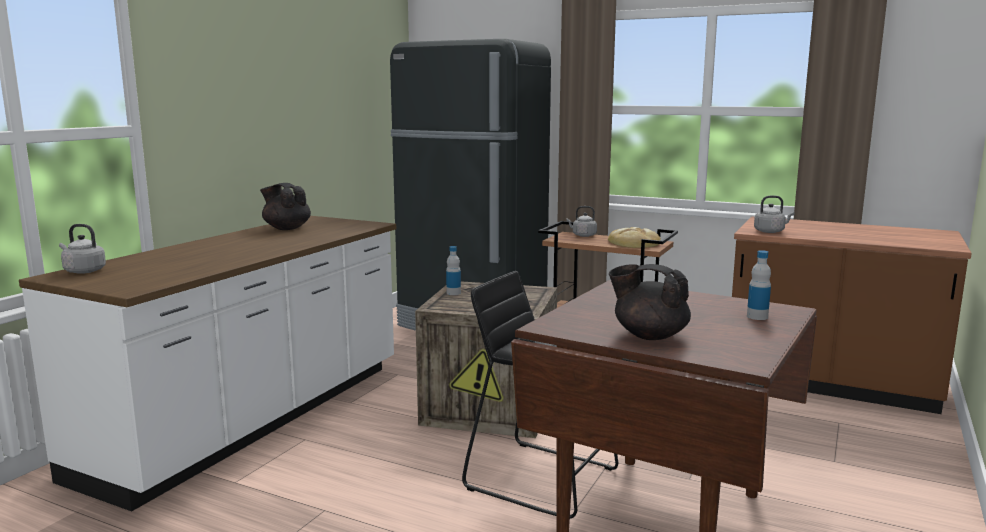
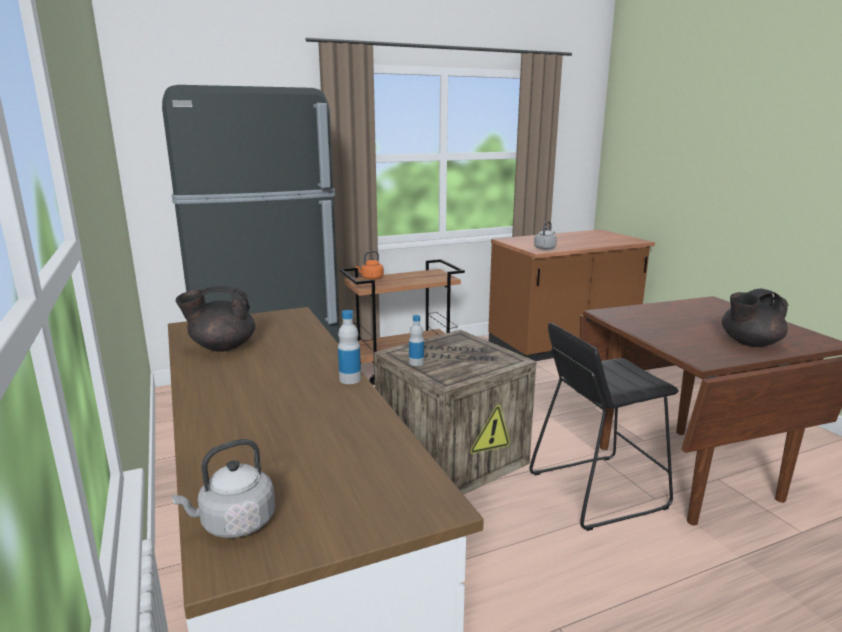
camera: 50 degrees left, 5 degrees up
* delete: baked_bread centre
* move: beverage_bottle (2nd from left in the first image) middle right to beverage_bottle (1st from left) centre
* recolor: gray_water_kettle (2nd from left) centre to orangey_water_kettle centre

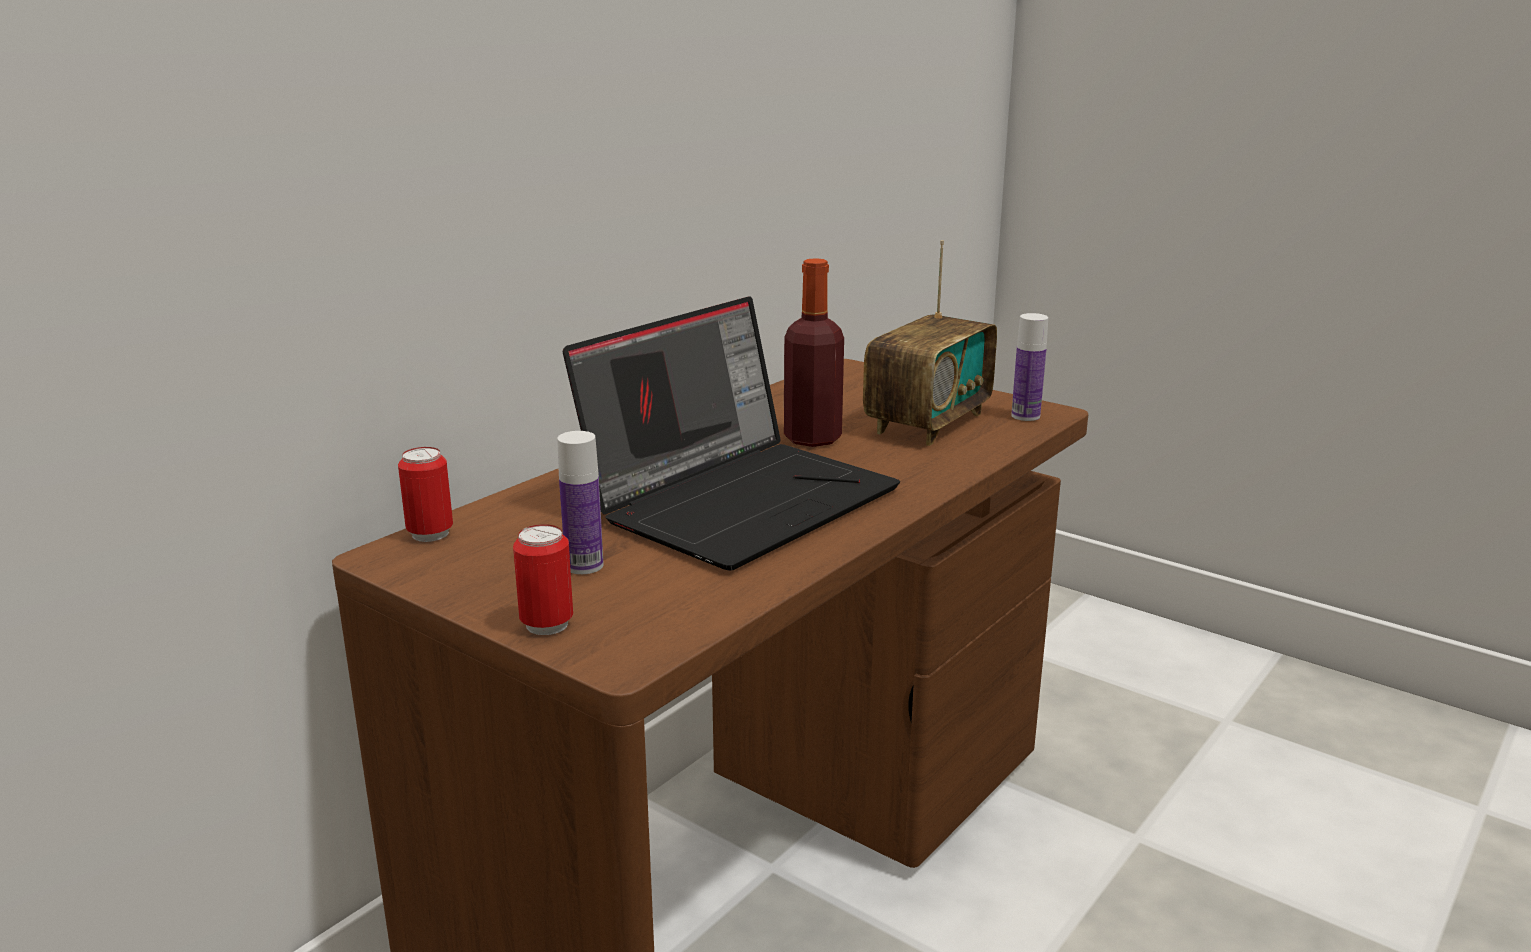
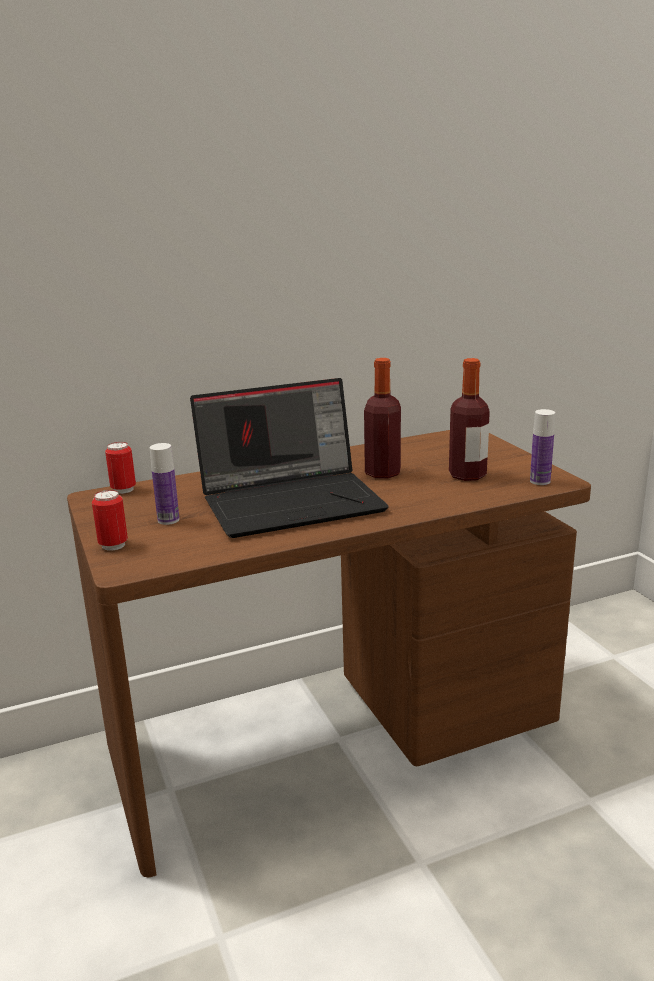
camera: 30 degrees right, 0 degrees up
* replace: radio centre to beverage_bottle (3rd from left) middle right

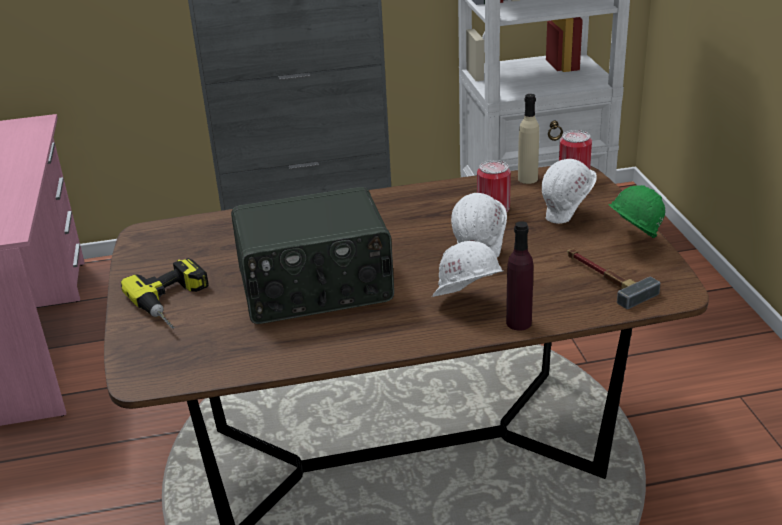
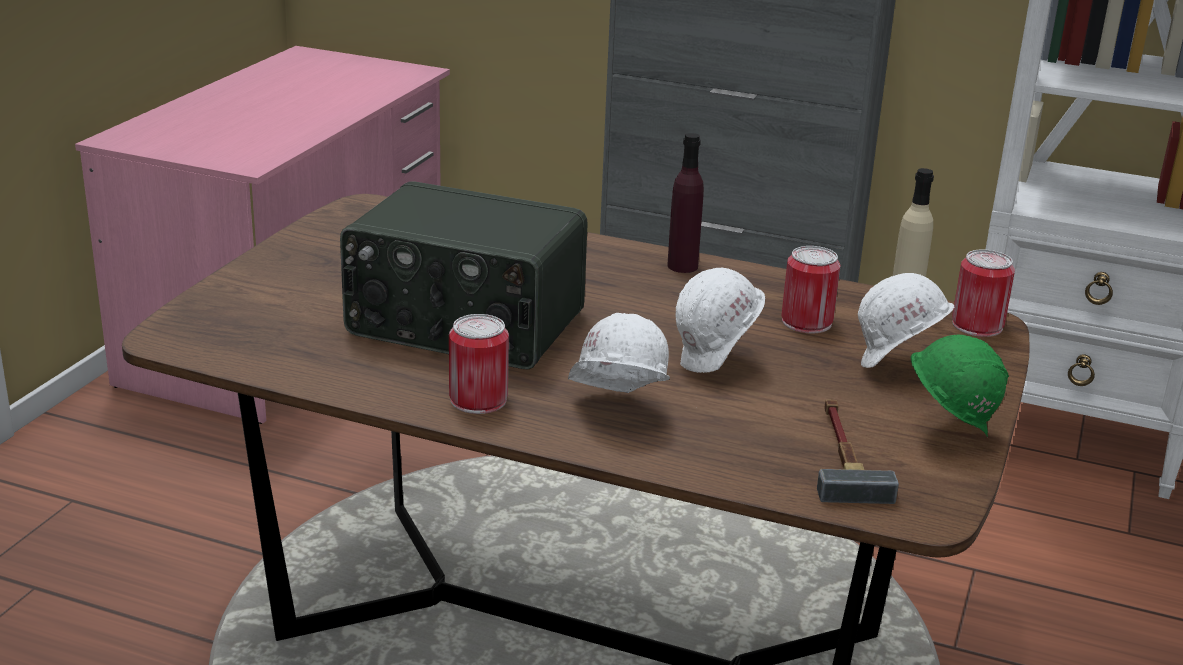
camera: 30 degrees right, 5 degrees down
* delete: drill middle left
* insert: metal_can (1st from left) centre
* move: purple_beverage_bottle centre to top centre

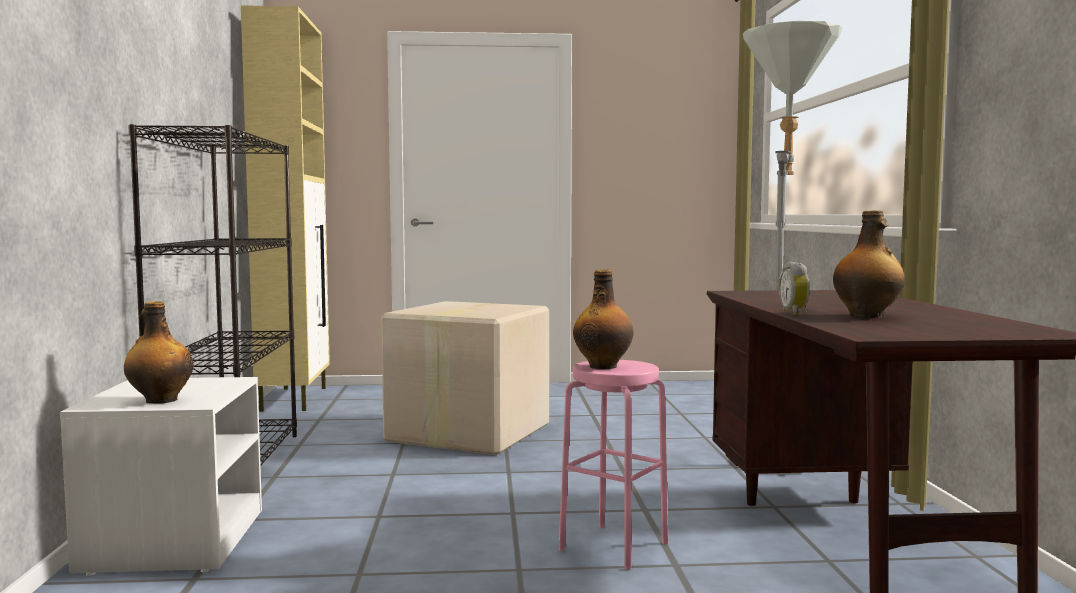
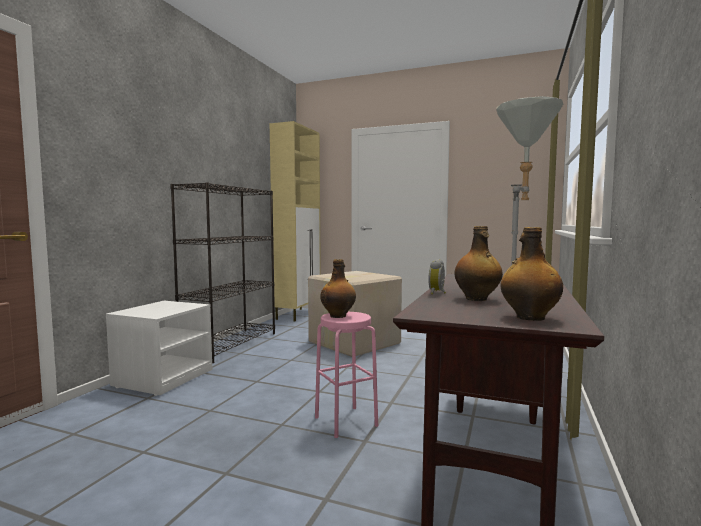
camera: 25 degrees right, 0 degrees up
* move: beverage_bottle (1st from left in the first image) middle left to beverage_bottle (3rd from left) middle right

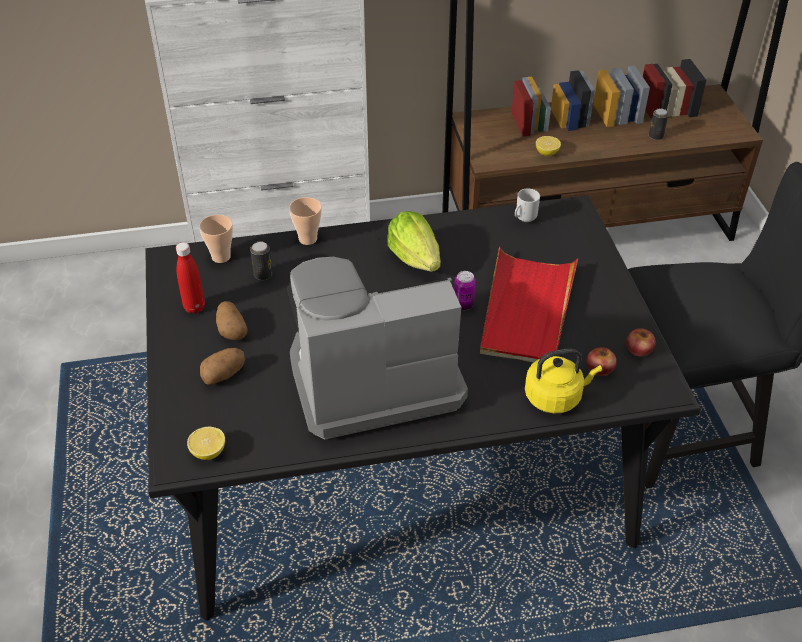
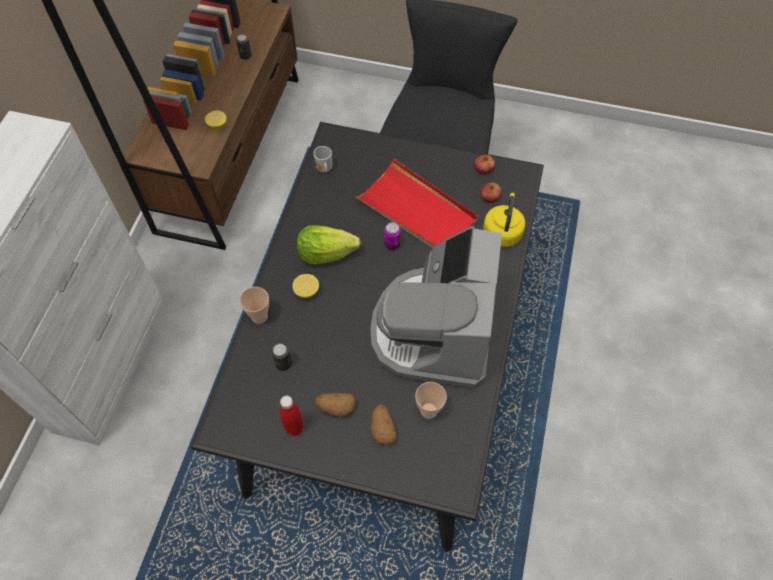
camera: 65 degrees left, 15 degrees up
* move: citrus_fruit (1st from left in the first image) bottom left to citrus_fruit (2nd from left) centre
* move: drinking_cup (1st from left in the first image) middle left to drinking_cup (2nd from left) bottom centre

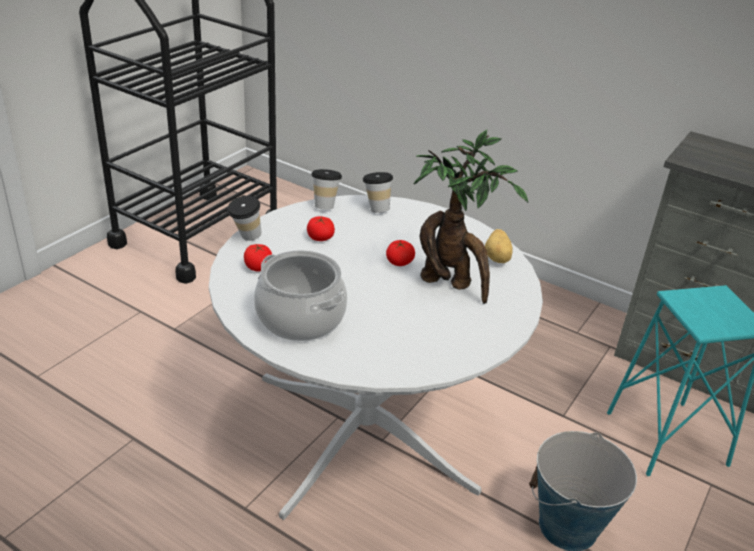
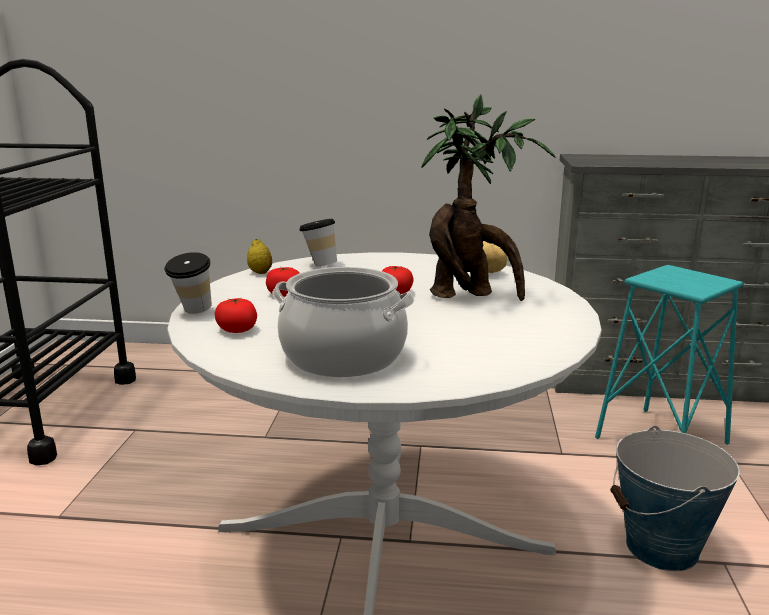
camera: 25 degrees left, 15 degrees down
* replace: drinking_cup (2nd from left) centre to citrus_fruit centre

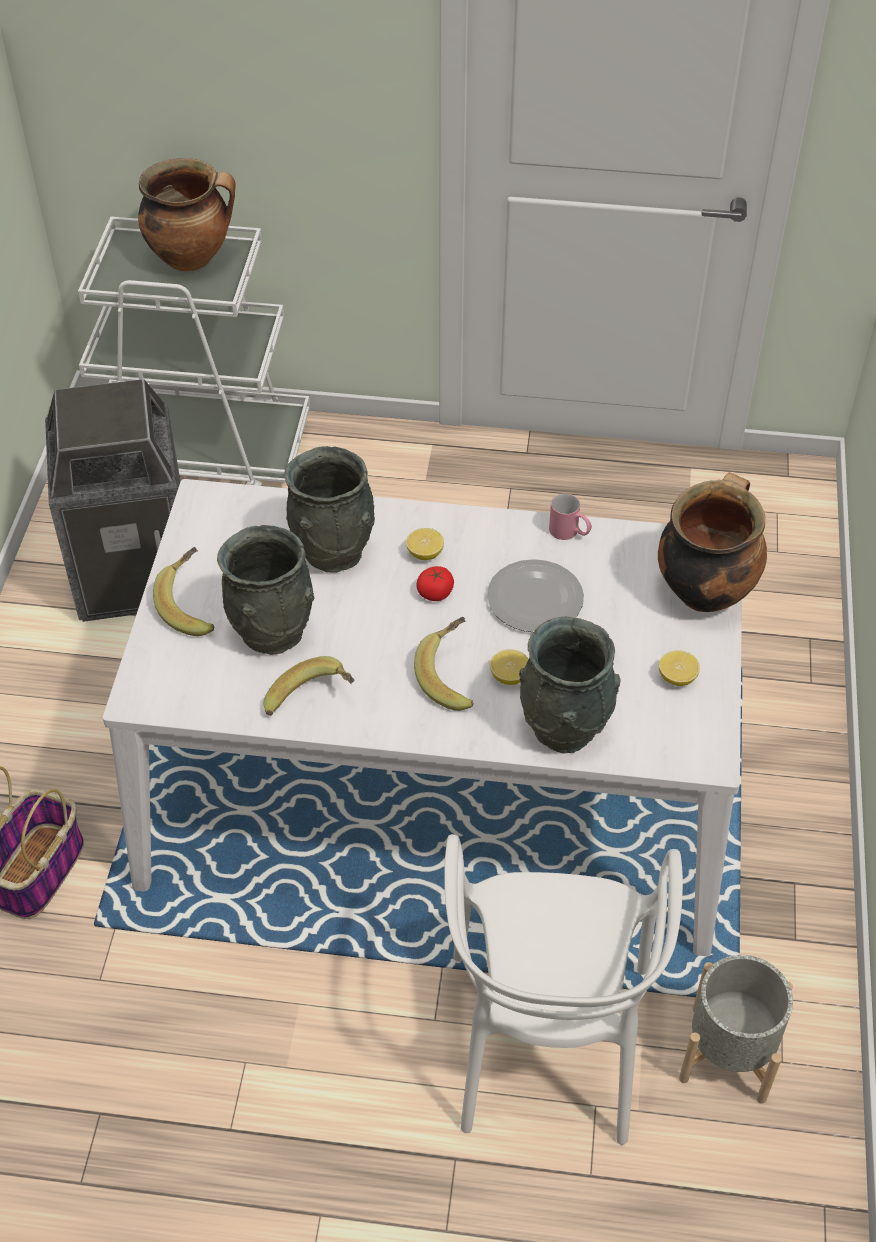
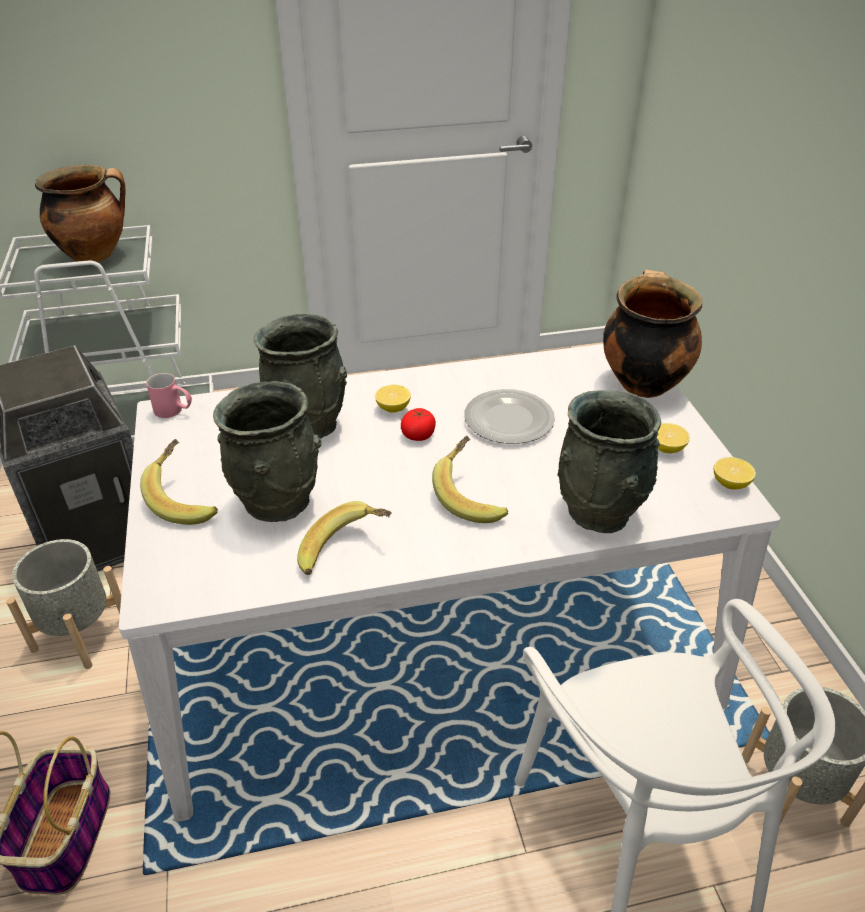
camera: 20 degrees left, 10 degrees down
* insert: gray_flower_pot (1st from left) middle left
* move: citrus_fruit (2nd from left in the first image) centre to citrus_fruit (3rd from left) middle right
* move: pink-coloured_tea_mug centre to middle left

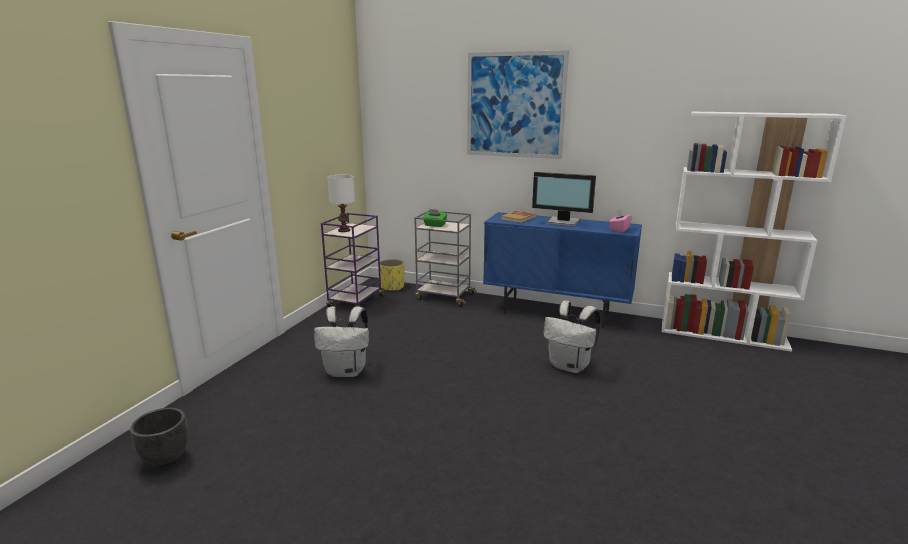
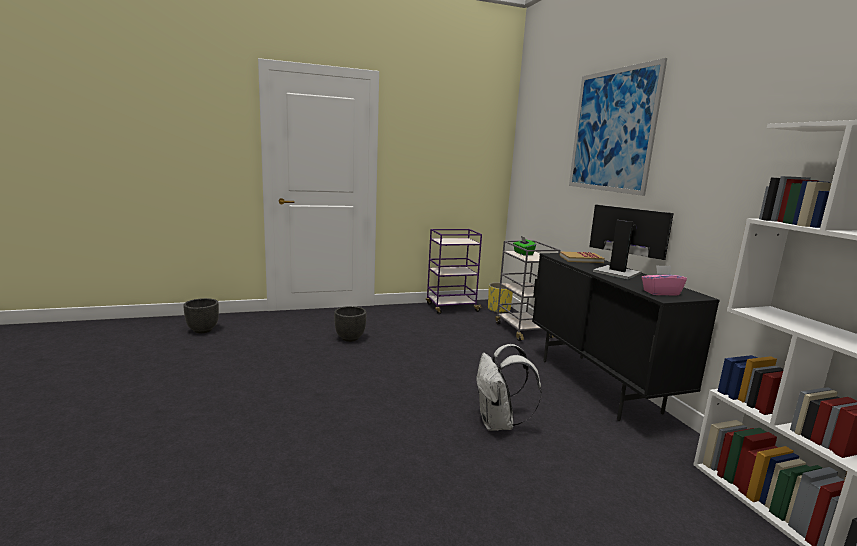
camera: 50 degrees right, 5 degrees down
* delete: white_table_lamp centre
* replace: white_backpack (1st from left) centre to black_flower_pot (2nd from left) centre
* recolor: blue-coloured_cabinet centre to black_cabinet middle right
* rotate: computer_display centre = middle right 150 degrees clockwise

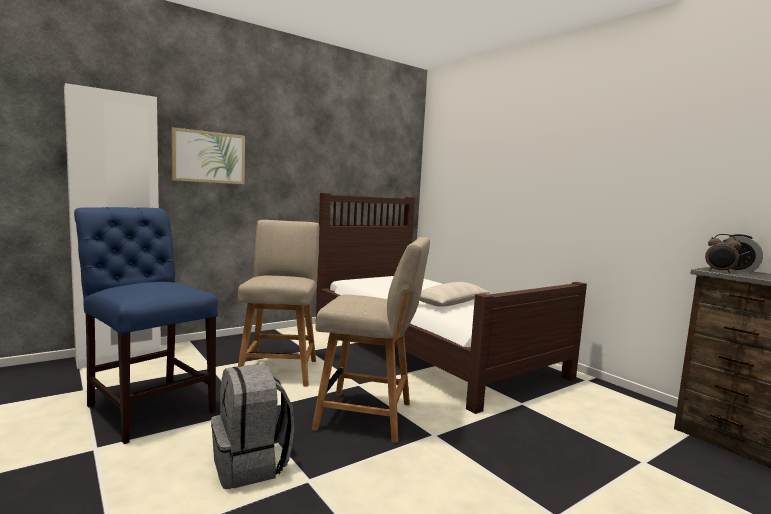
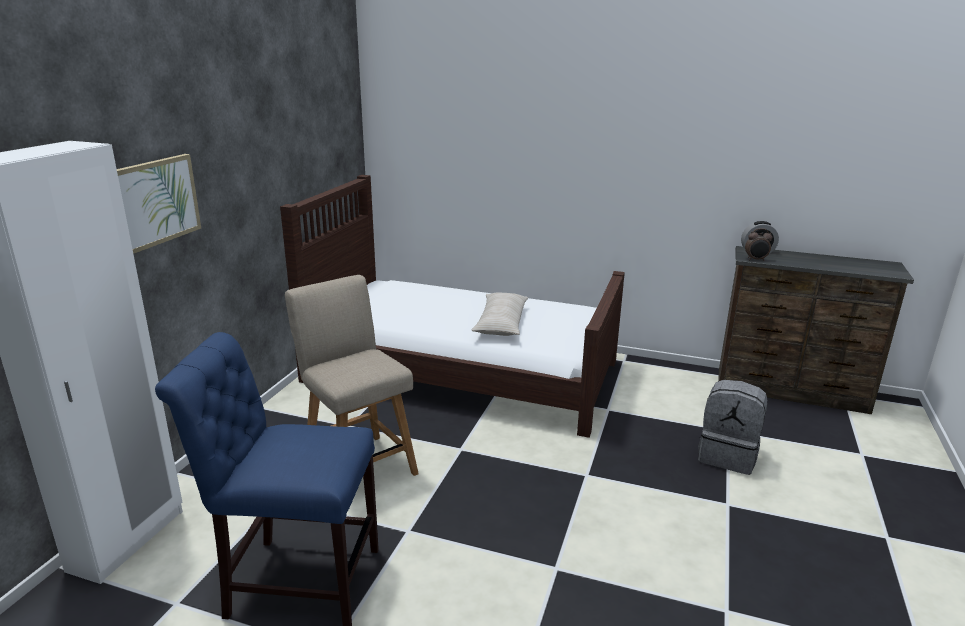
camera: 35 degrees left, 15 degrees up
* delete: beige_chair (2nd from left) centre
* move: gray_backpack bottom left to bottom right

